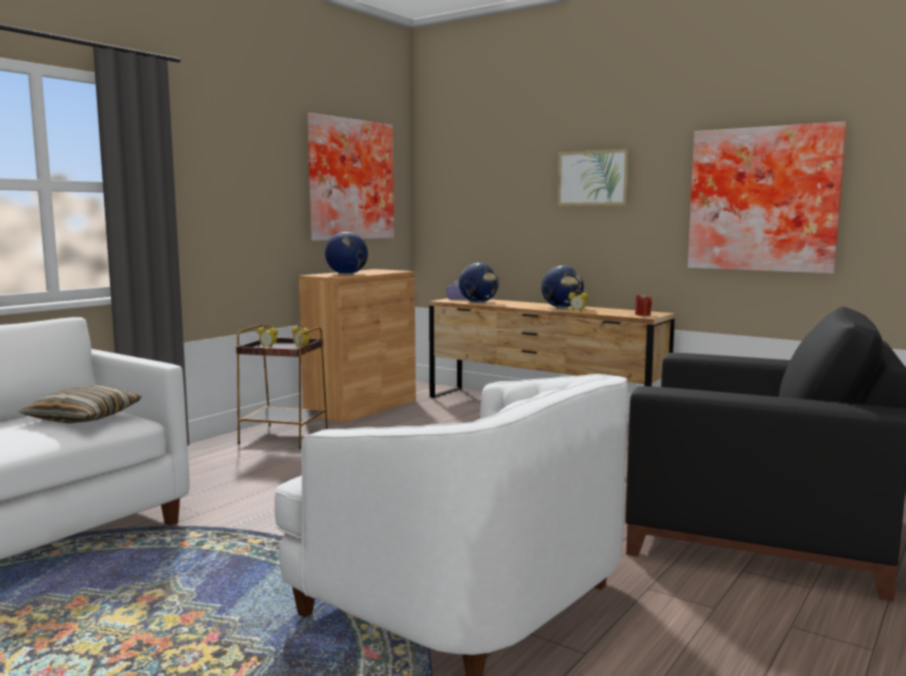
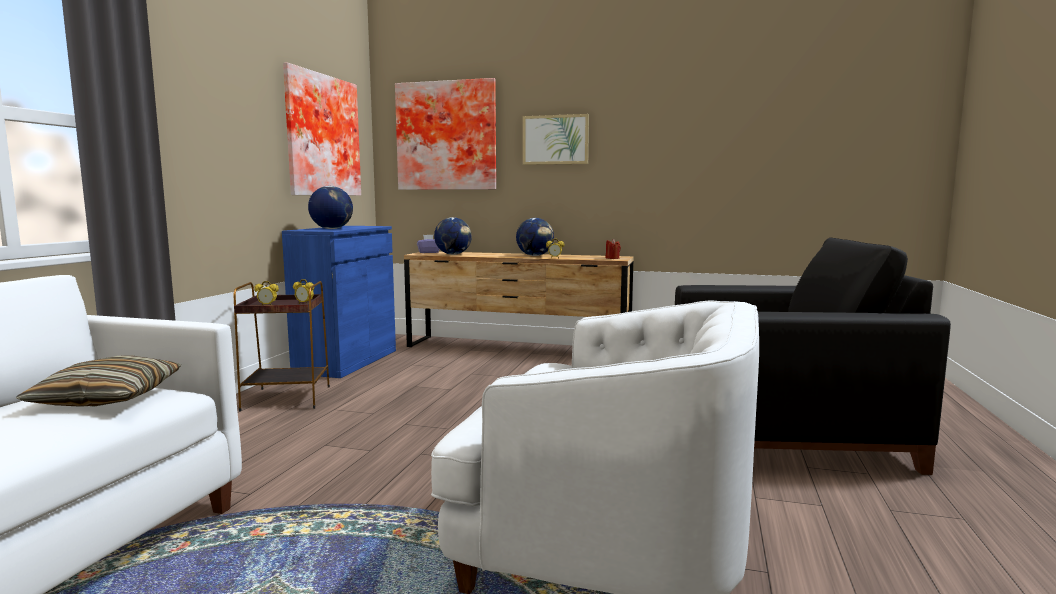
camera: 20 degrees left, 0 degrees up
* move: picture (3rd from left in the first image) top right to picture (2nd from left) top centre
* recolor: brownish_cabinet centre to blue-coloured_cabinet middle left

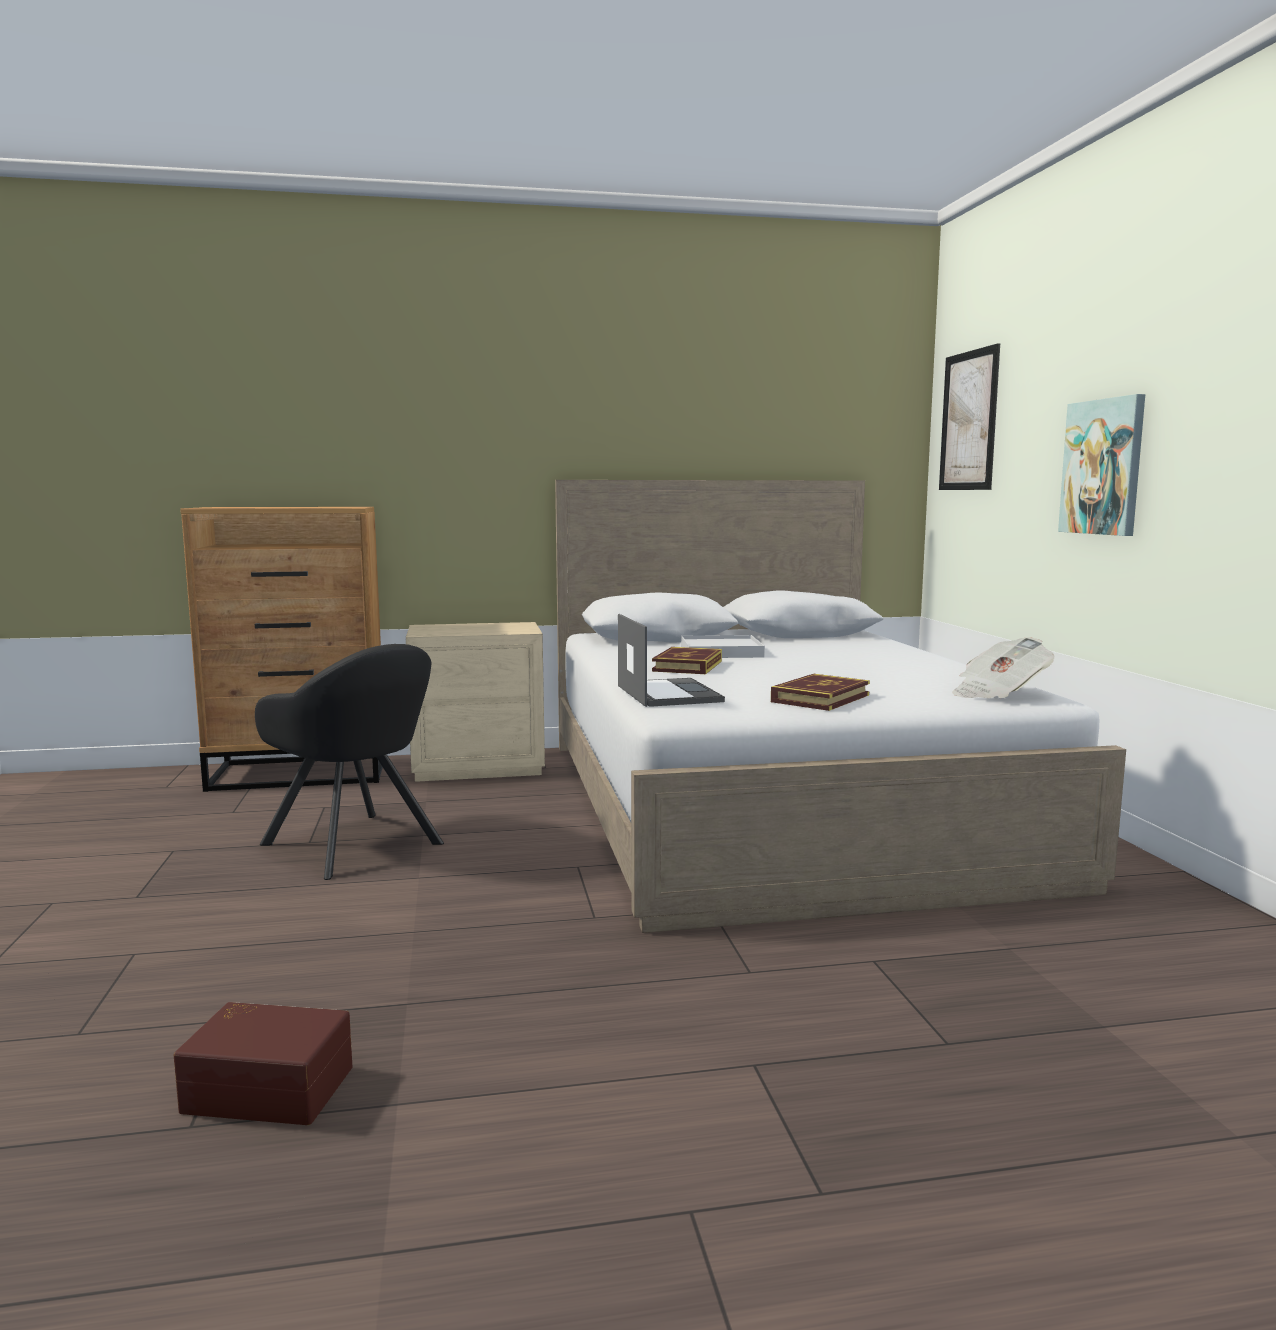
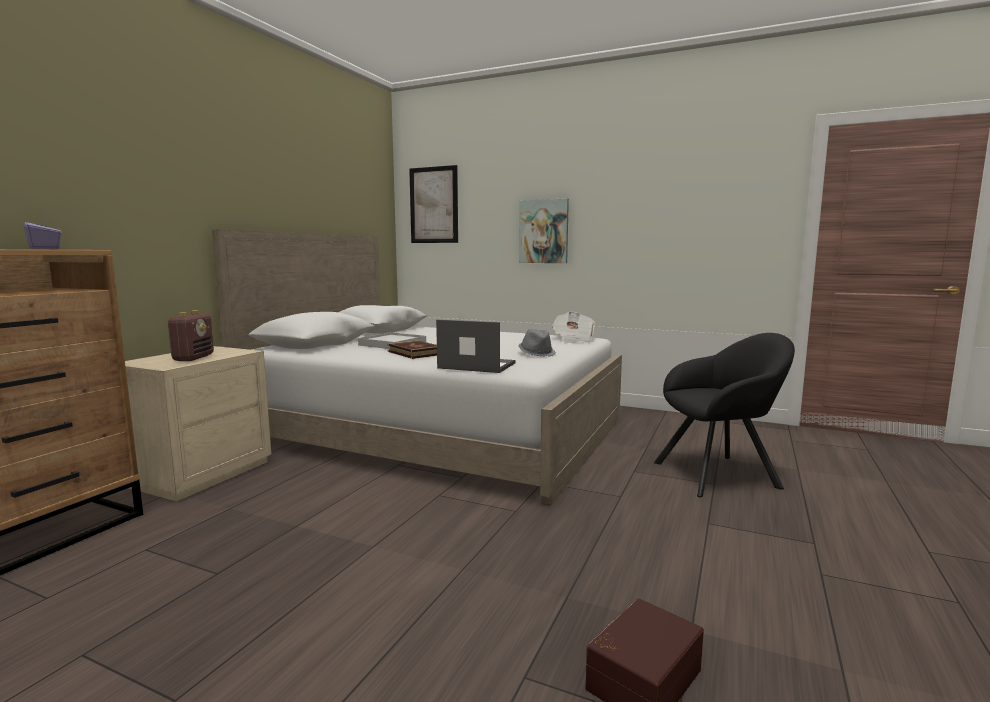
camera: 55 degrees left, 0 degrees up
* insert: purple_tissue_holder top left
* insert: radio middle left
* move: black_easy_chair middle left to middle right
* replace: book (2nd from left) centre to gray_clothing_hat centre

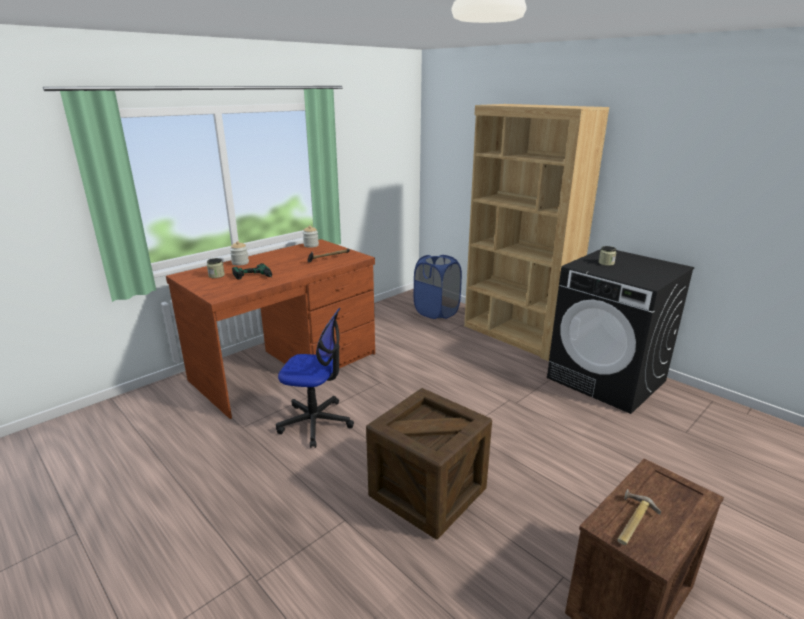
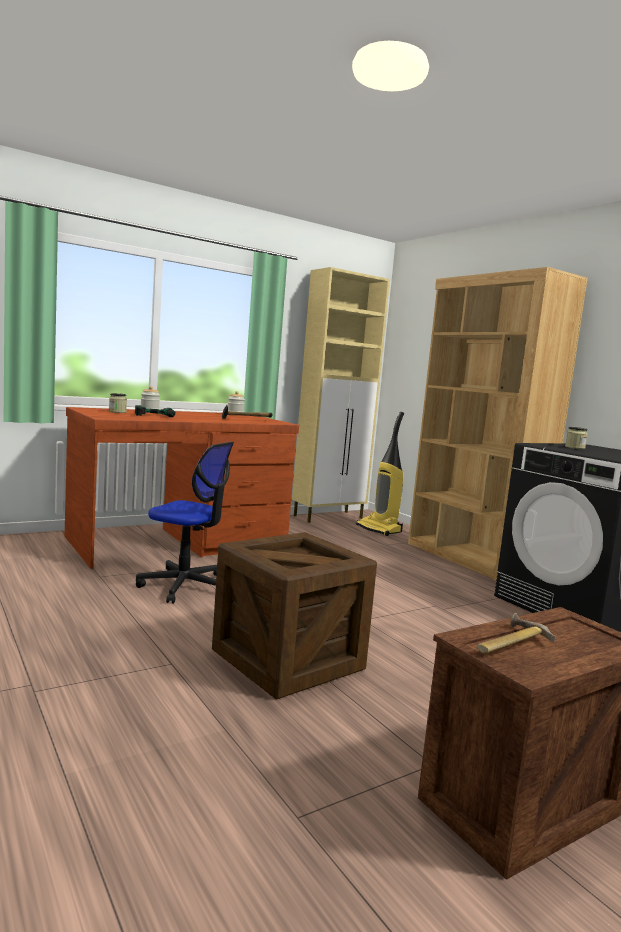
camera: 10 degrees right, 15 degrees down
* insert: beige_cabinet centre
* replace: blue-coloured_hamper centre to vacuum centre

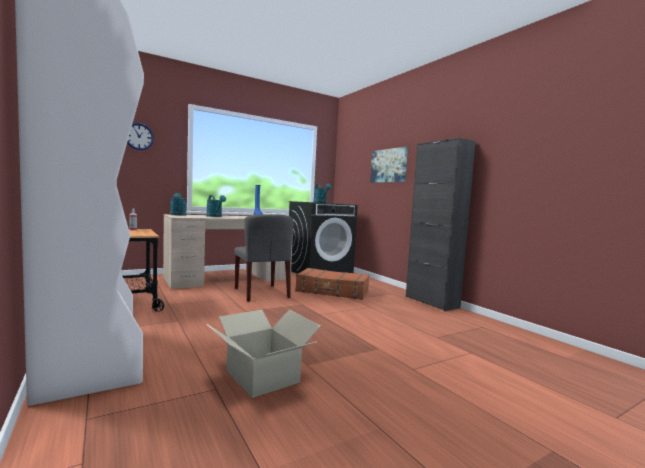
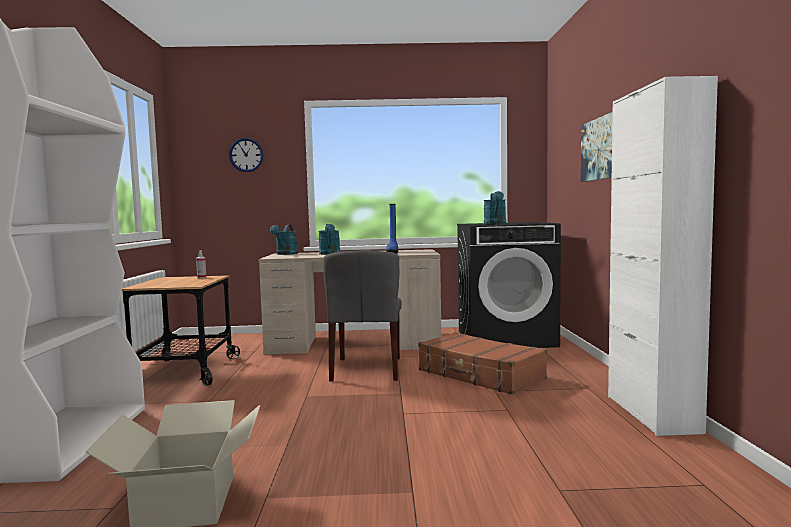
camera: 30 degrees right, 0 degrees up
* recolor: black_cabinet middle right to white_cabinet middle right

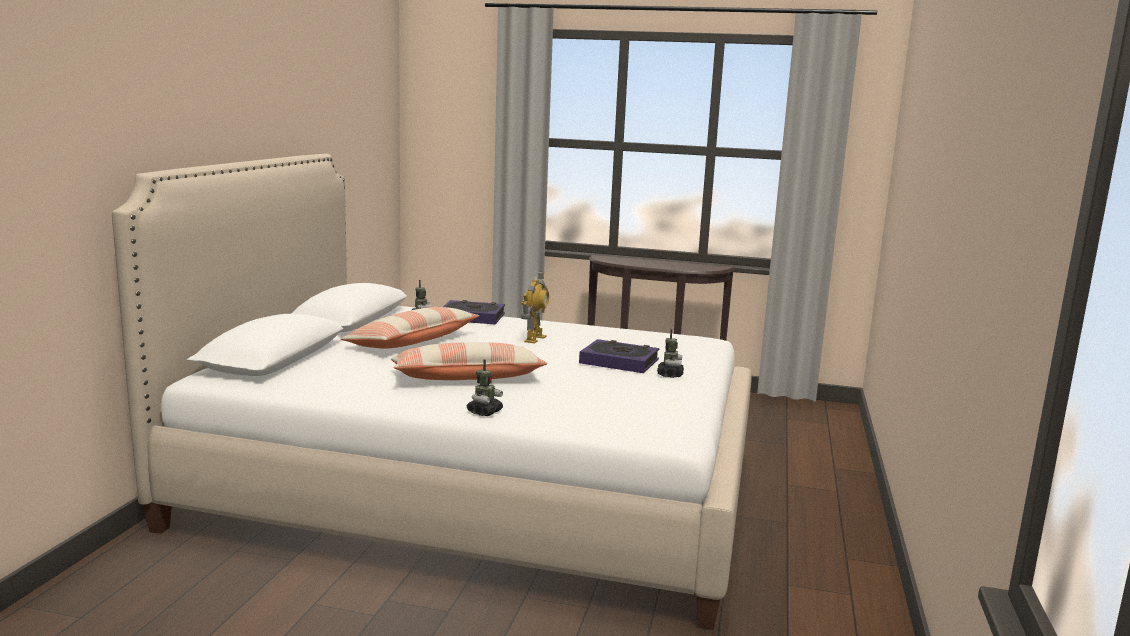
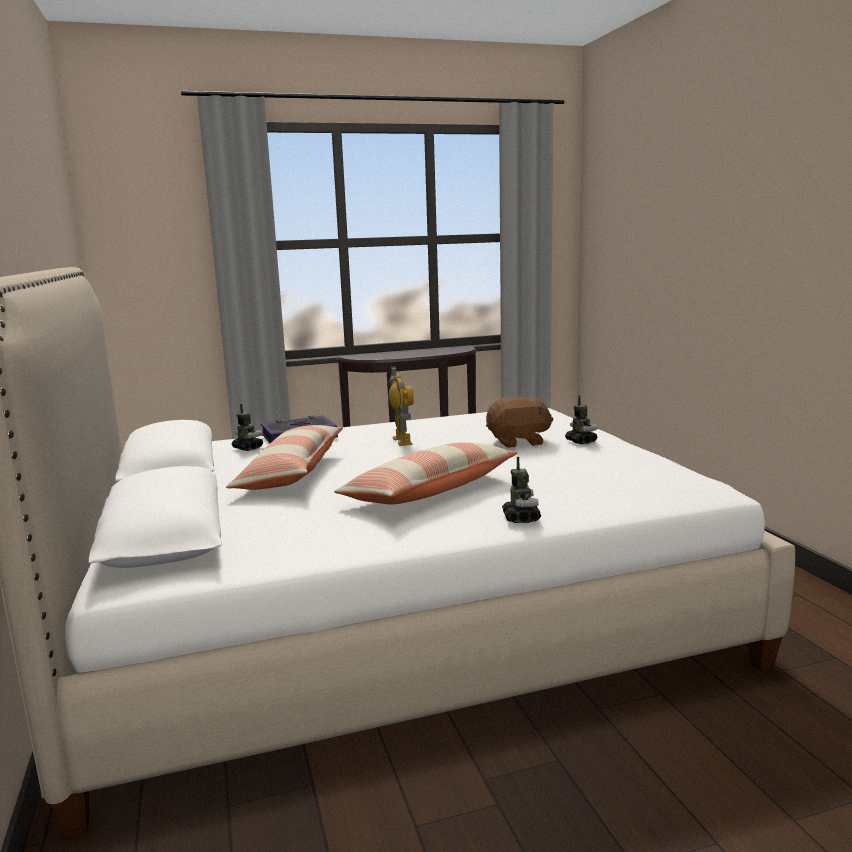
camera: 30 degrees left, 0 degrees up
* replace: book (2nd from left) centre to brownish_cuddly_toy centre

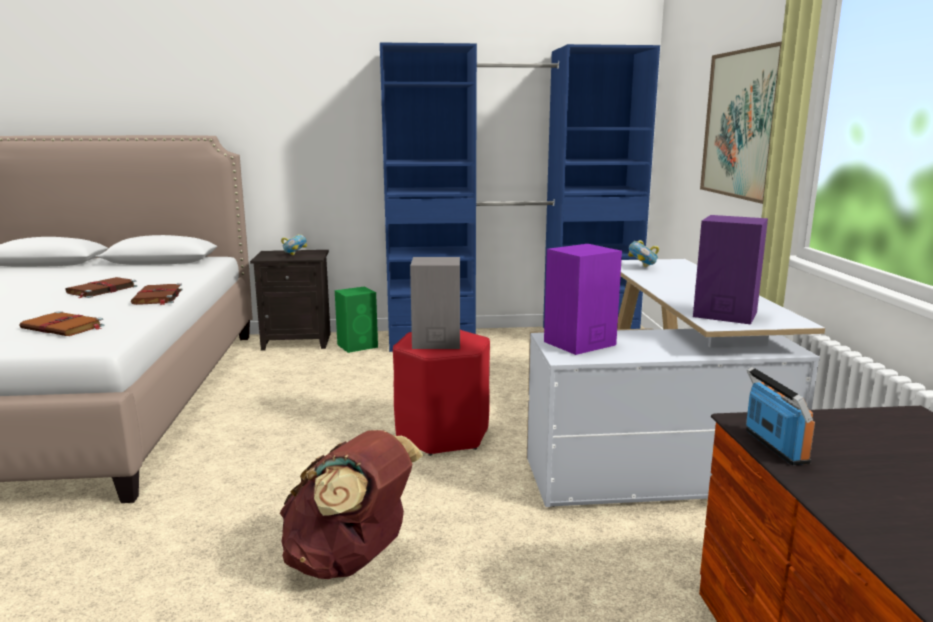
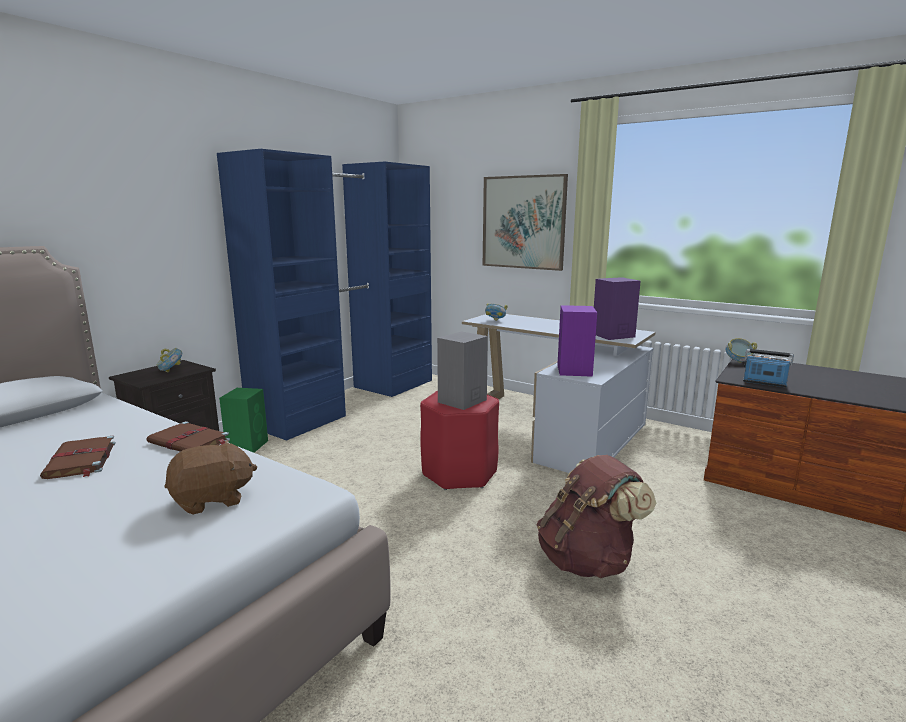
camera: 50 degrees left, 0 degrees up
* insert: deep_dish (3rd from left) middle right
* replace: brownish_book (1st from left) middle left to brownish_cuddly_toy middle left

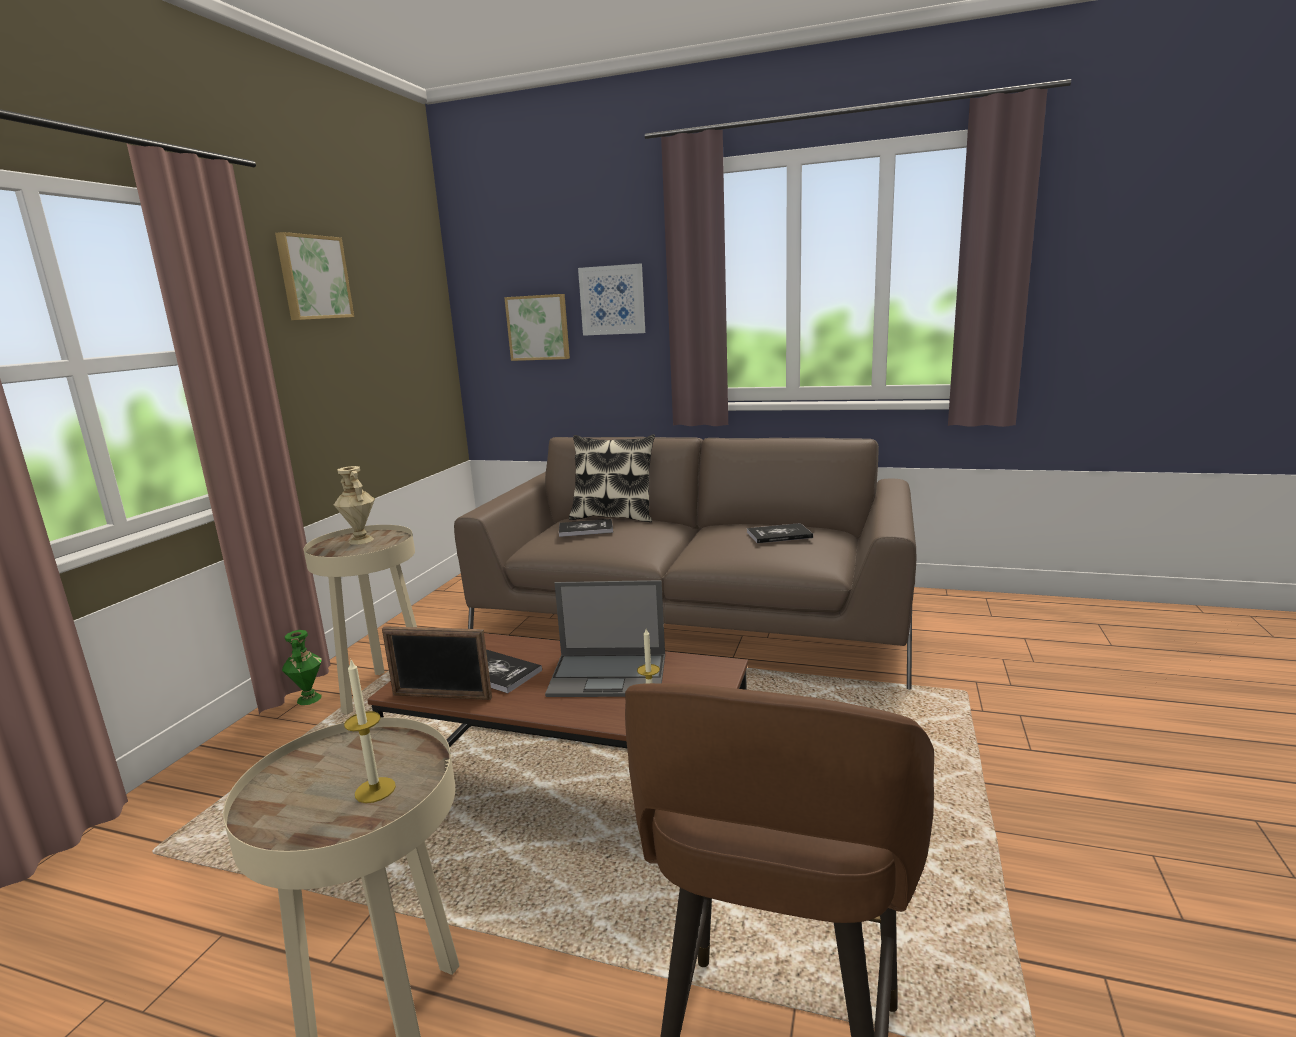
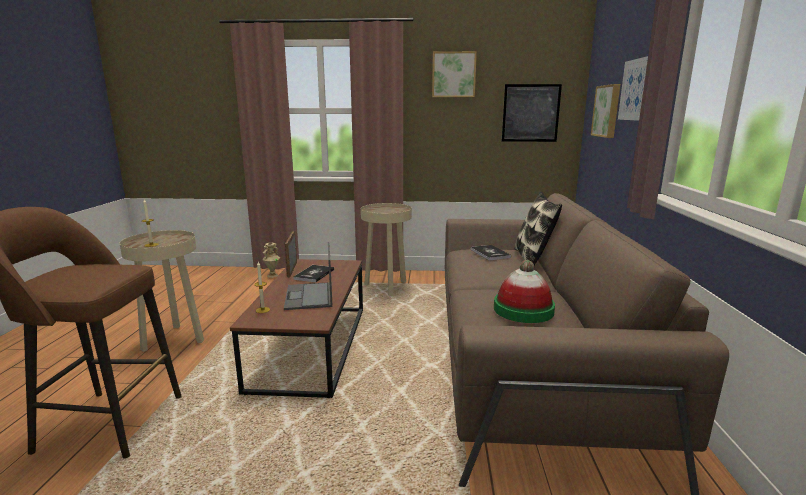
camera: 75 degrees right, 0 degrees up
* delete: green_vase middle left
* insert: picture (2nd from left) top centre
* move: beige_vase middle left to centre
* replace: book (3rd from left) centre to clothing_hat centre

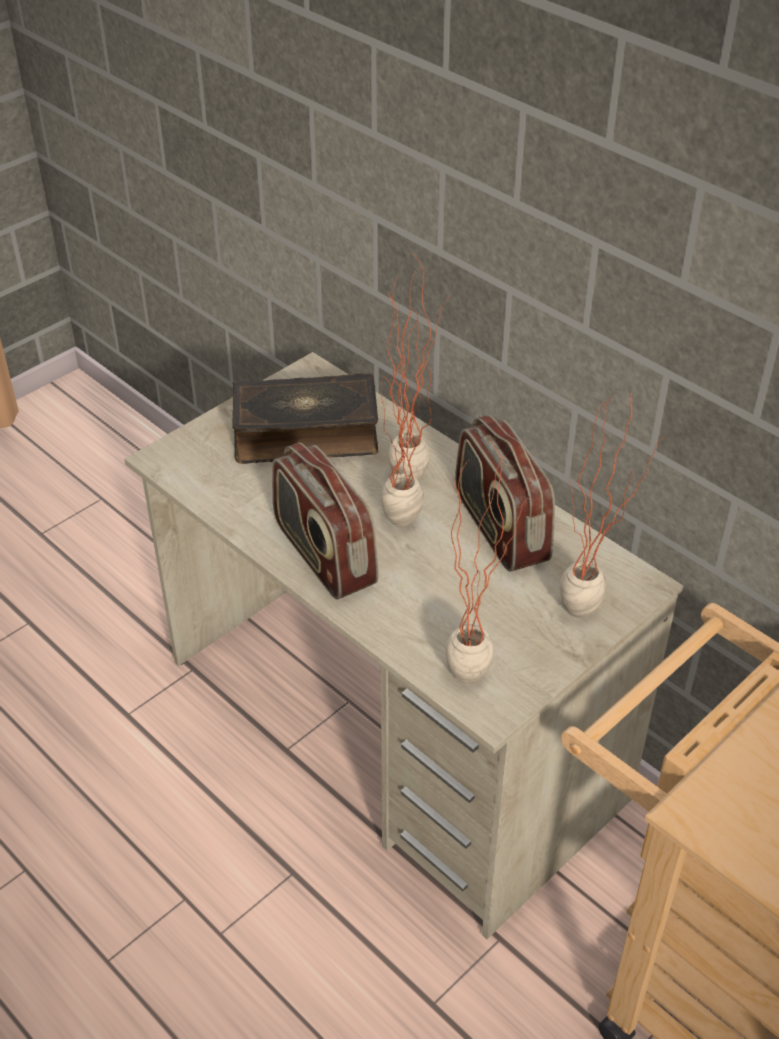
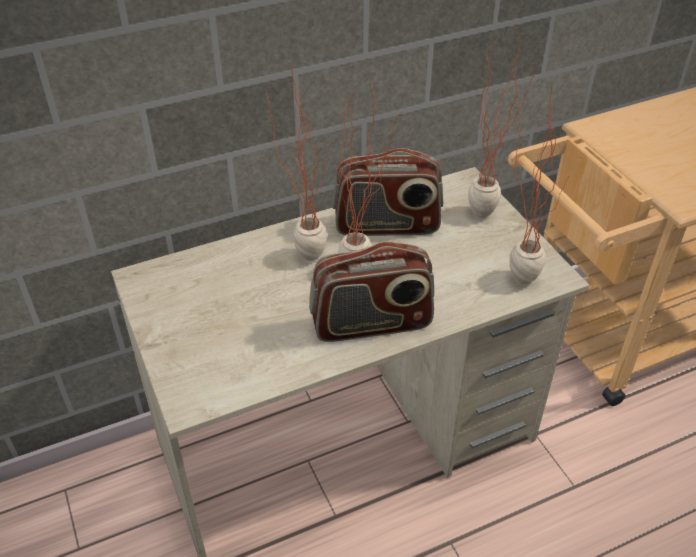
camera: 70 degrees left, 0 degrees up
* delete: book centre

